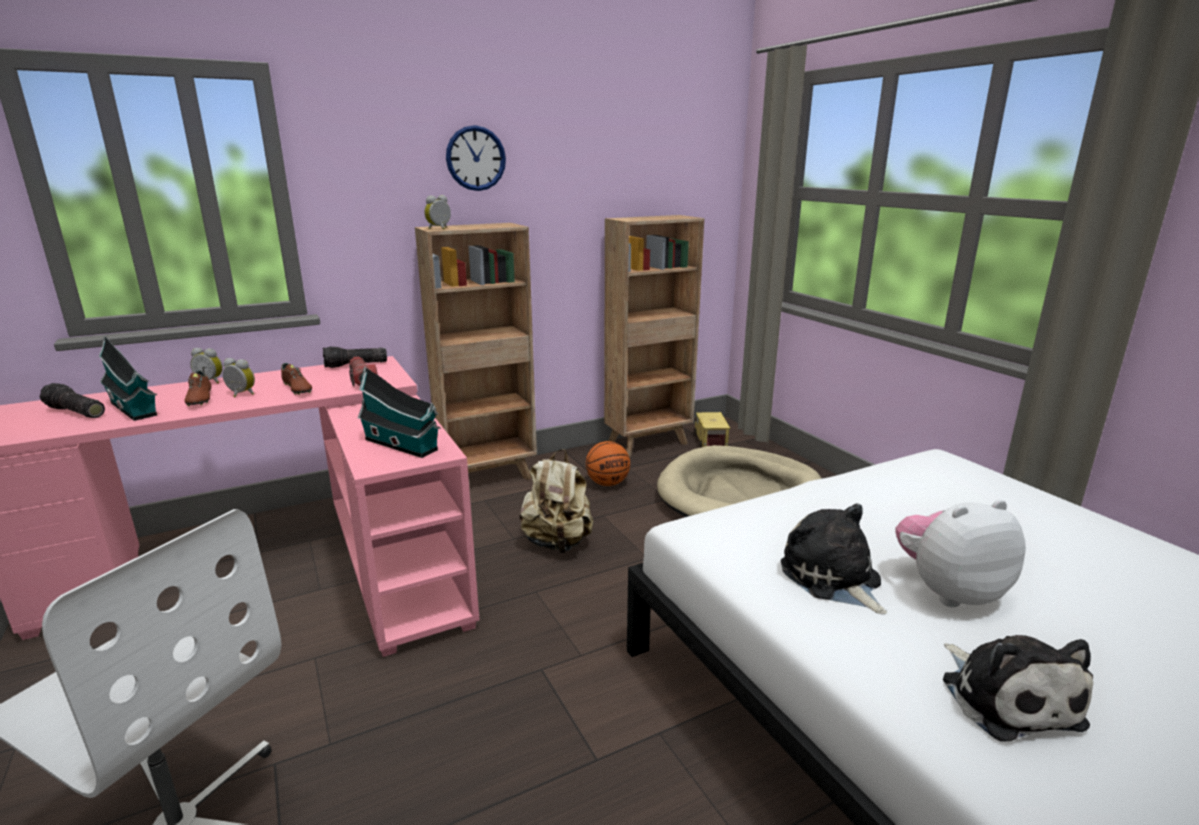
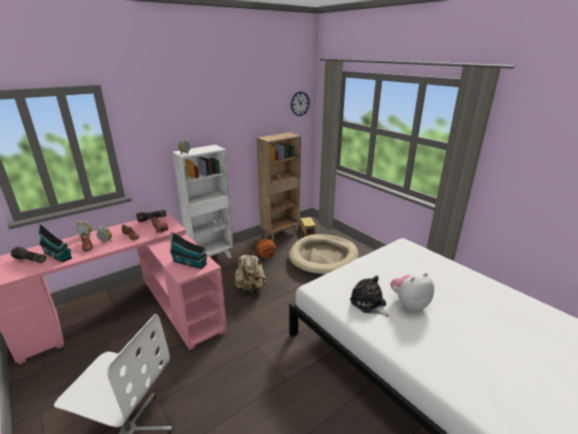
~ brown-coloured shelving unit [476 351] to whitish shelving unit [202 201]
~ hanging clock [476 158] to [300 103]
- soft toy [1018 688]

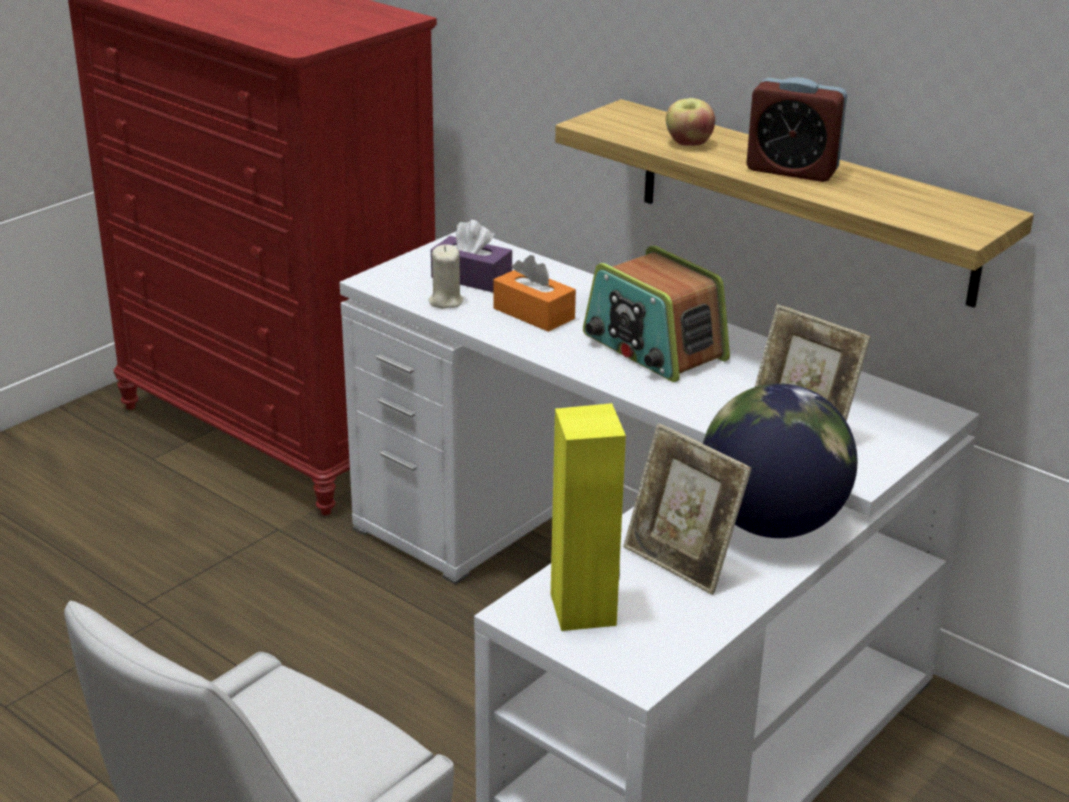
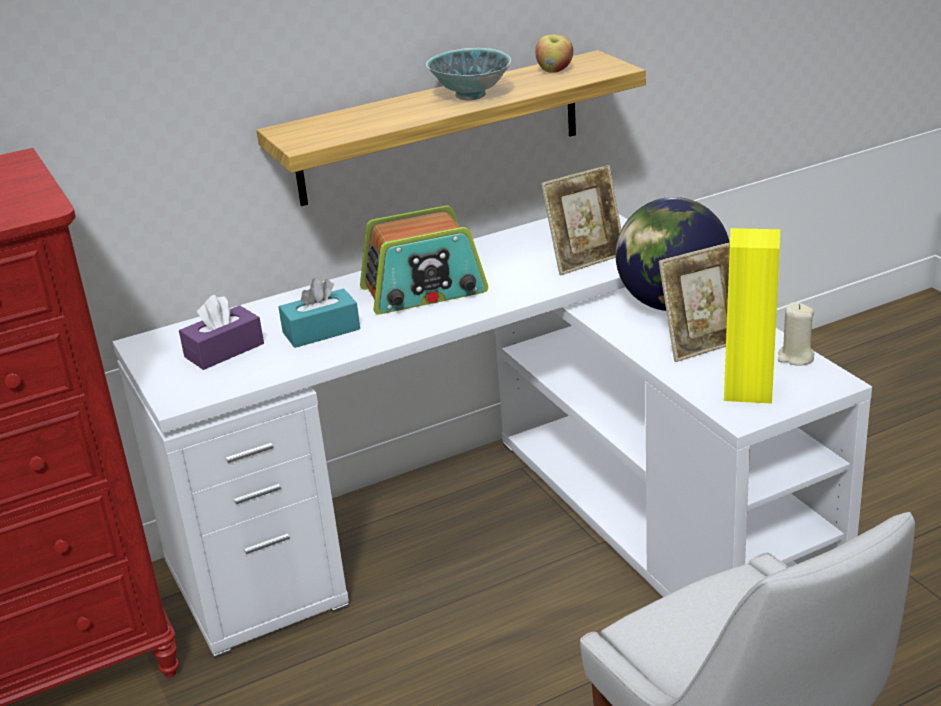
~ beige wax candle [446 276] to [796 333]
~ orange-coloured tissue holder [535 293] to turquoise tissue holder [319 313]
~ whole apple [690 122] to [554 53]
~ table clock [796 129] to serving bowl [468 74]

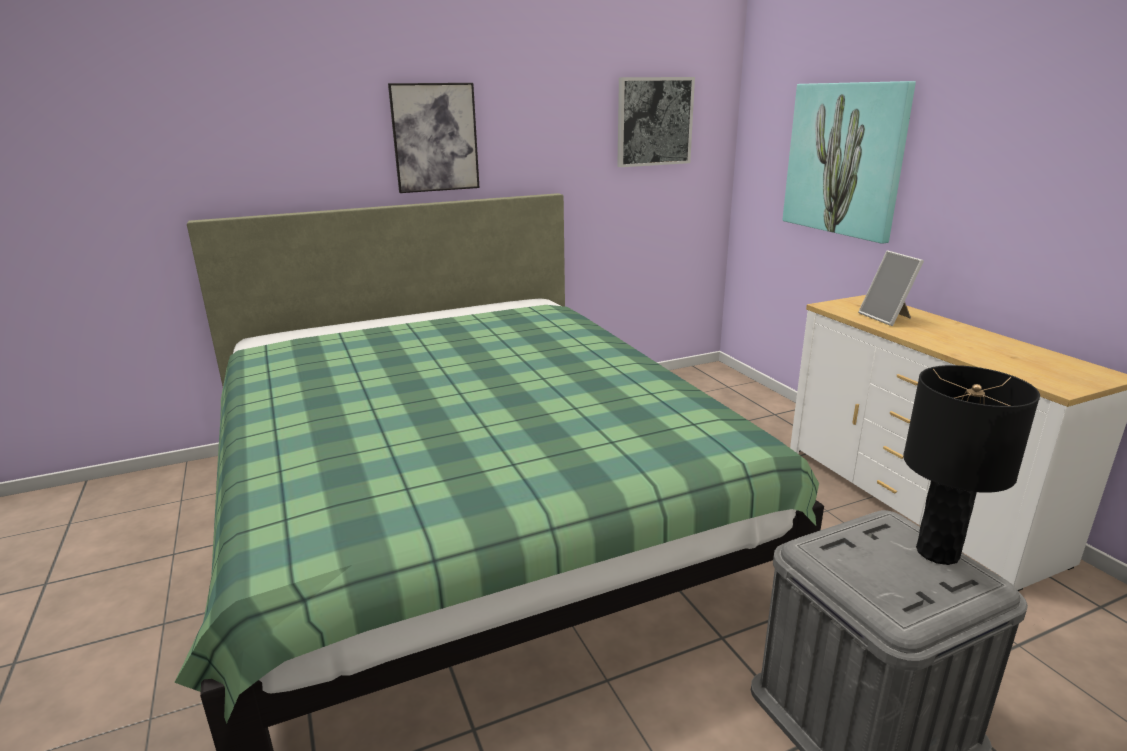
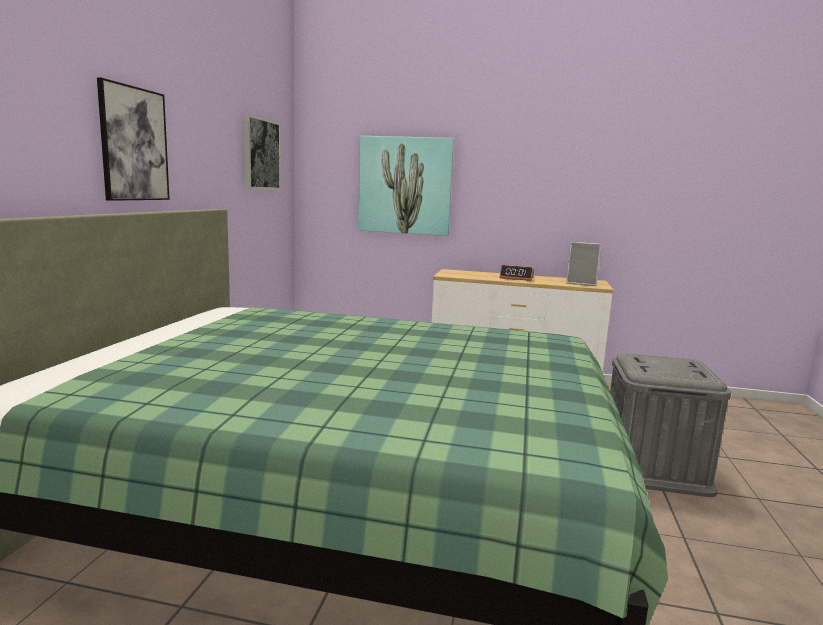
~ standing frame [891 288] to [583 264]
- blackish tabletop lamp [971 465]
+ table clock [517 273]

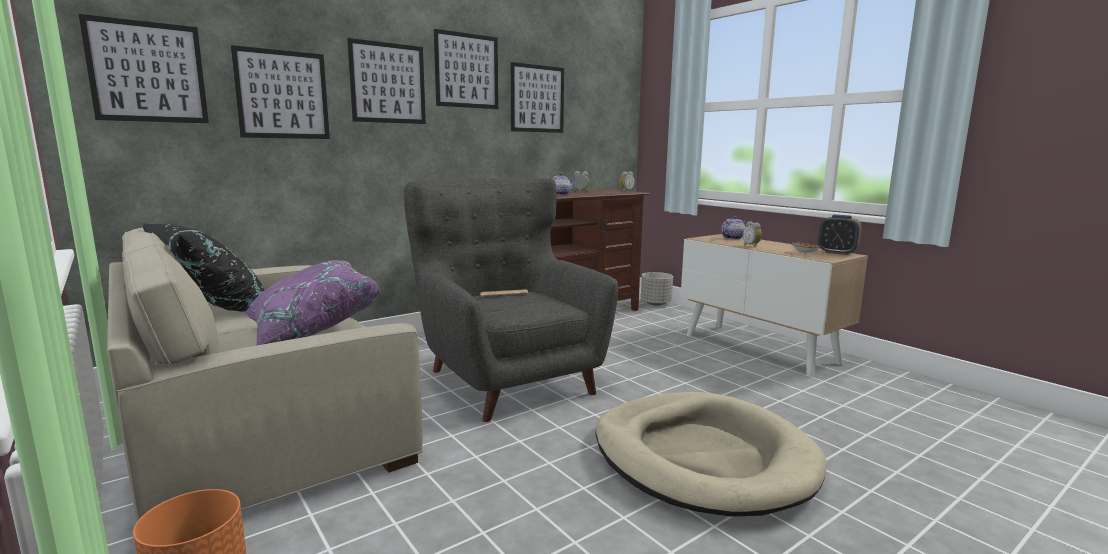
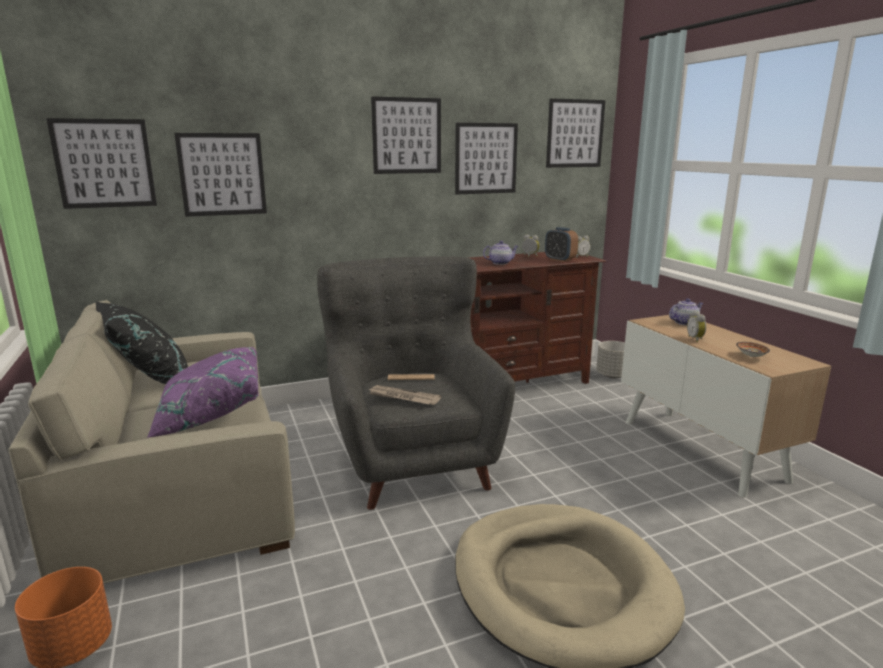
~ wall art [386 81] to [576 133]
~ table clock [840 235] to [561 244]
+ newspaper [404 395]

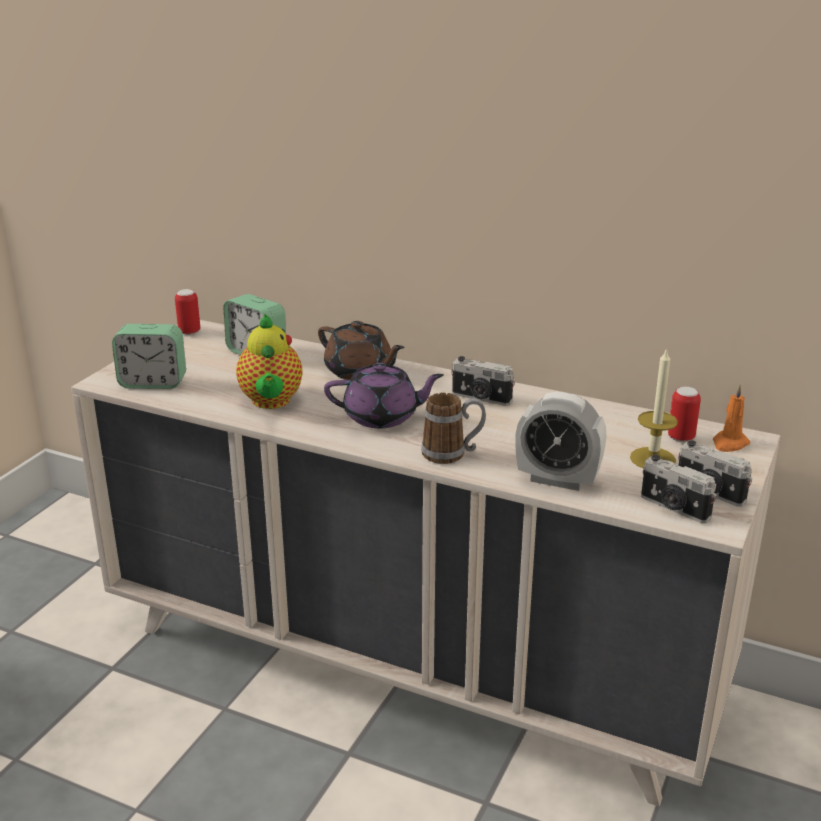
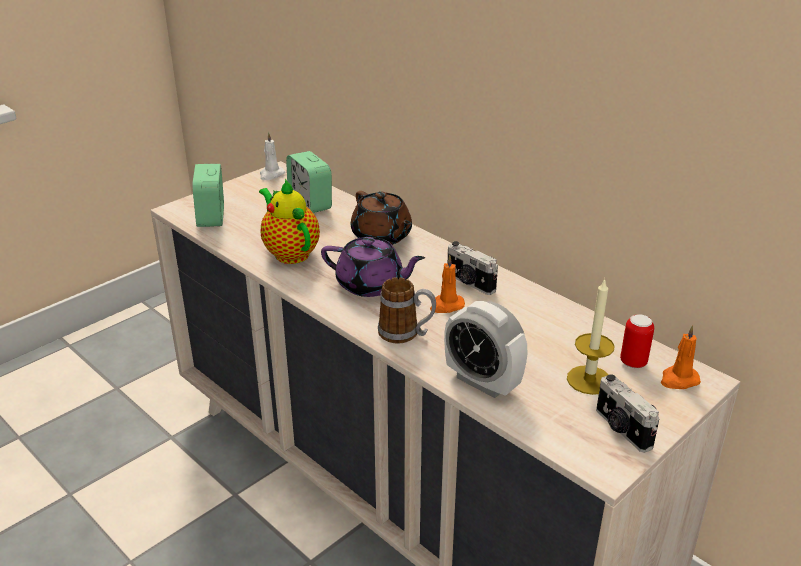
~ table clock [149 356] = [208 195] 60 degrees clockwise
~ metal can [187 312] to whitish wax candle [272 156]
~ teapot [269 361] = [289 221] 135 degrees clockwise
- photo camera [678 489]
+ orange-coloured wax candle [447 284]

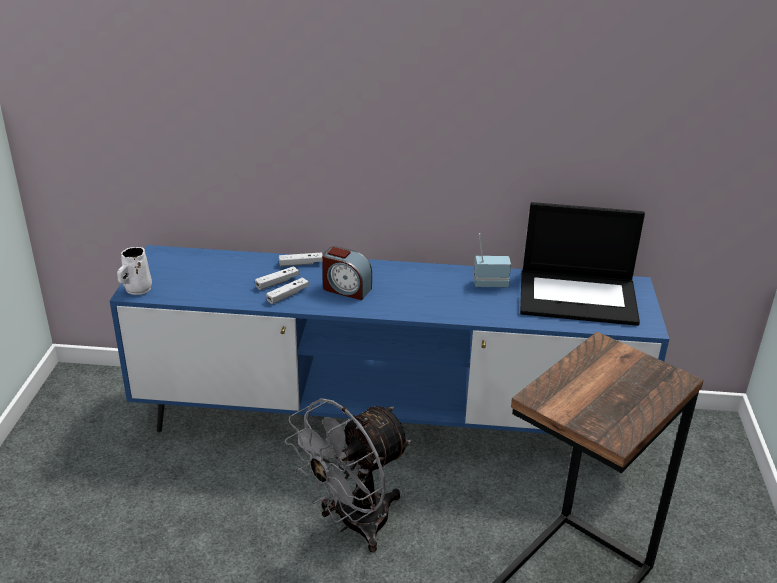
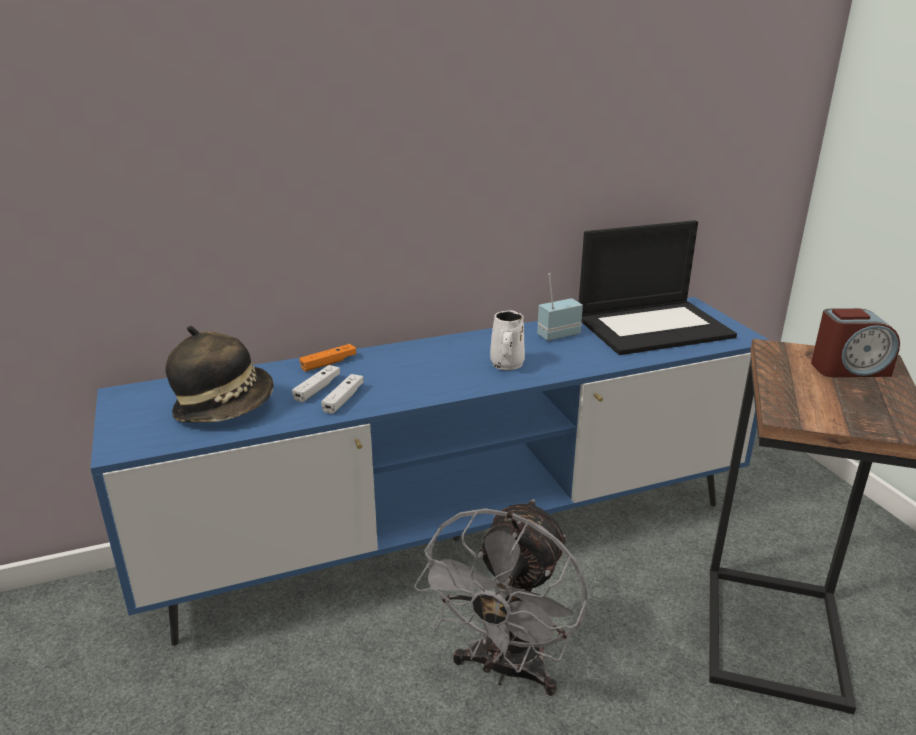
~ whitish mug [134 271] to [507 340]
~ whitish gamepad [301 259] to orange-coloured gamepad [327 357]
~ table clock [347 273] to [855 342]
+ clothing hat [219 374]

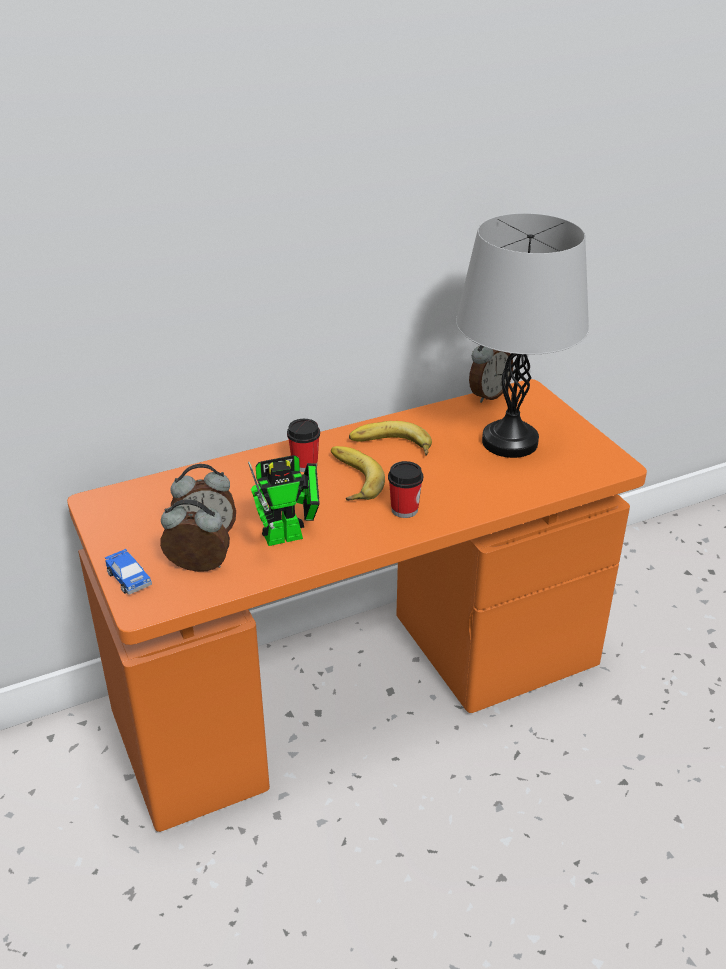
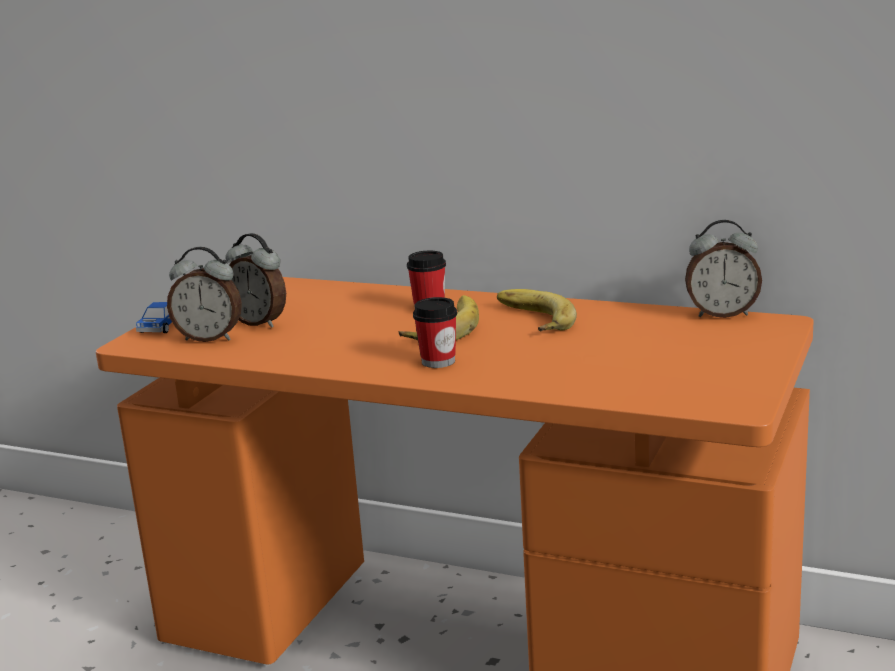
~ table clock [195 535] = [204 294] 135 degrees clockwise
- model robot [284 500]
- greyish tabletop lamp [522 335]

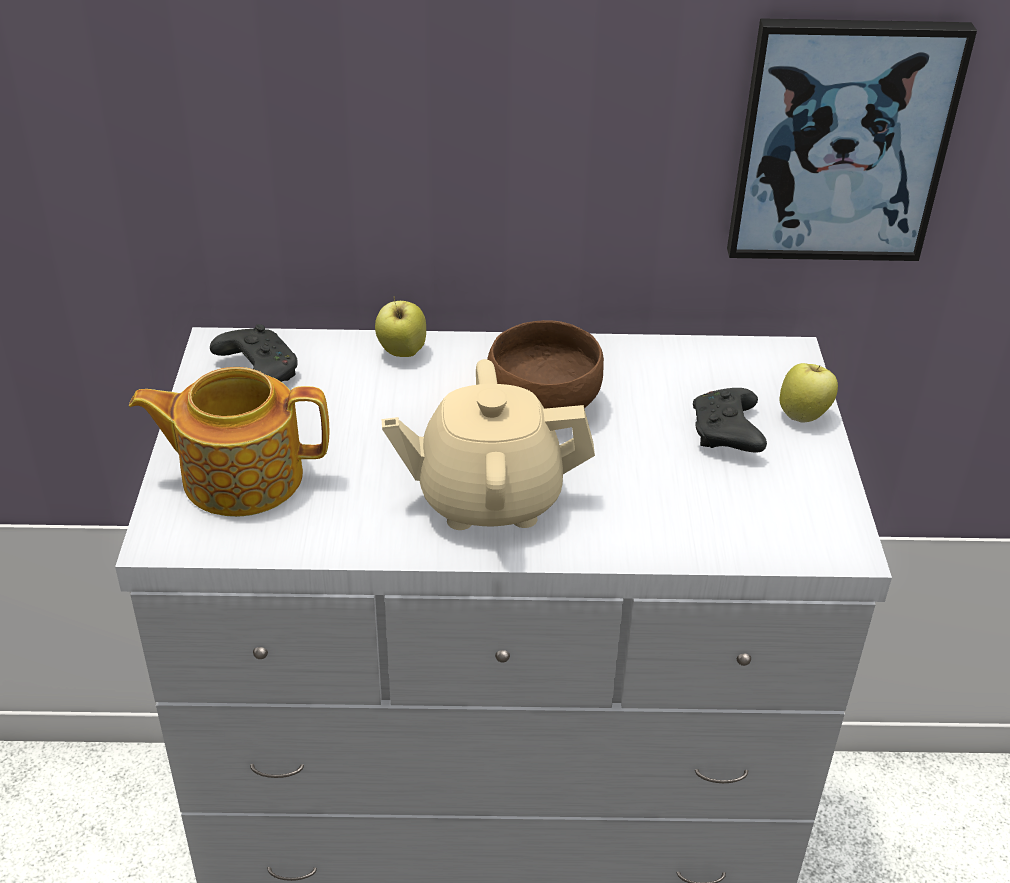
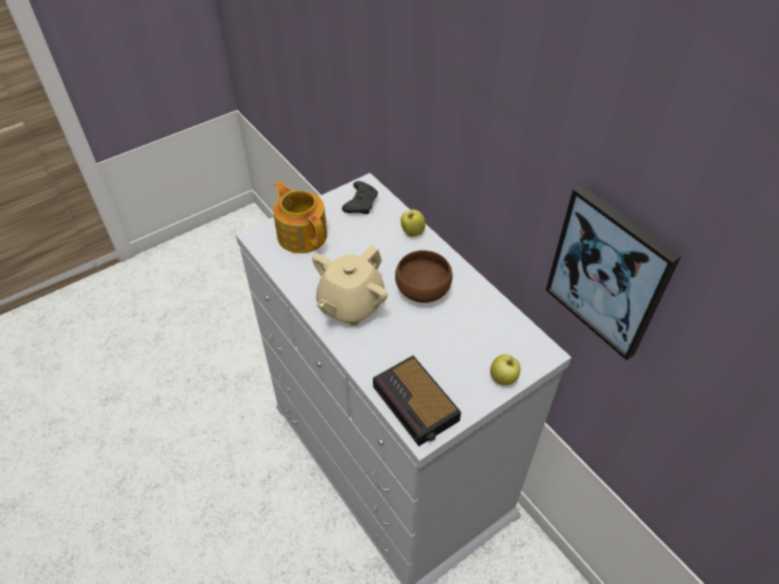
~ beige teapot [488 444] = [350 286] 105 degrees counterclockwise
- blackish gamepad [730 420]
+ table clock [417 400]

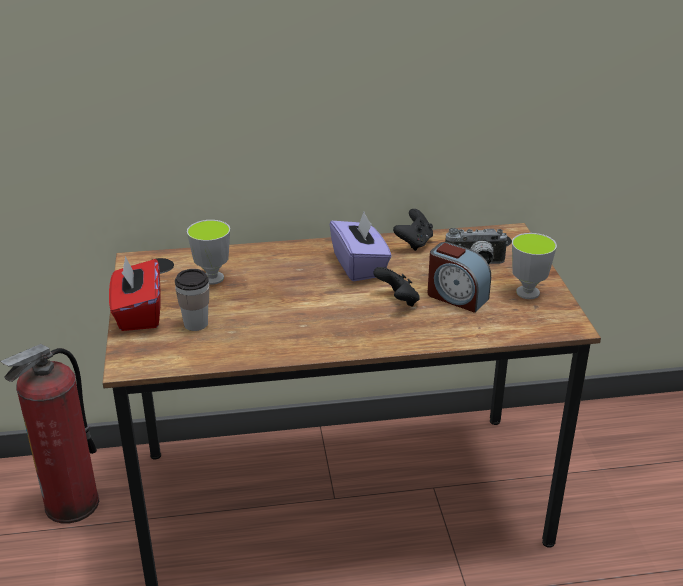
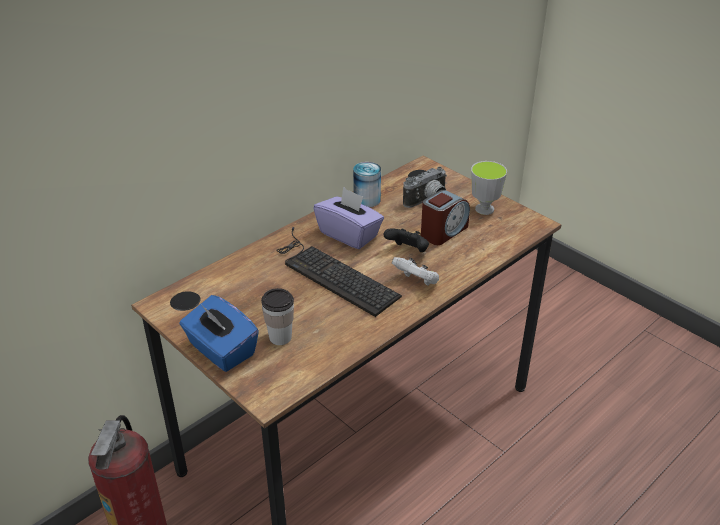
~ reddish tissue holder [135 293] to bluish tissue holder [219 333]
- drinking cup [208 252]
~ blackish gamepad [413 230] to metal can [367 185]
~ table clock [459 277] = [445 217] 45 degrees counterclockwise
+ keyboard [339 272]
+ whitish gamepad [415 271]

